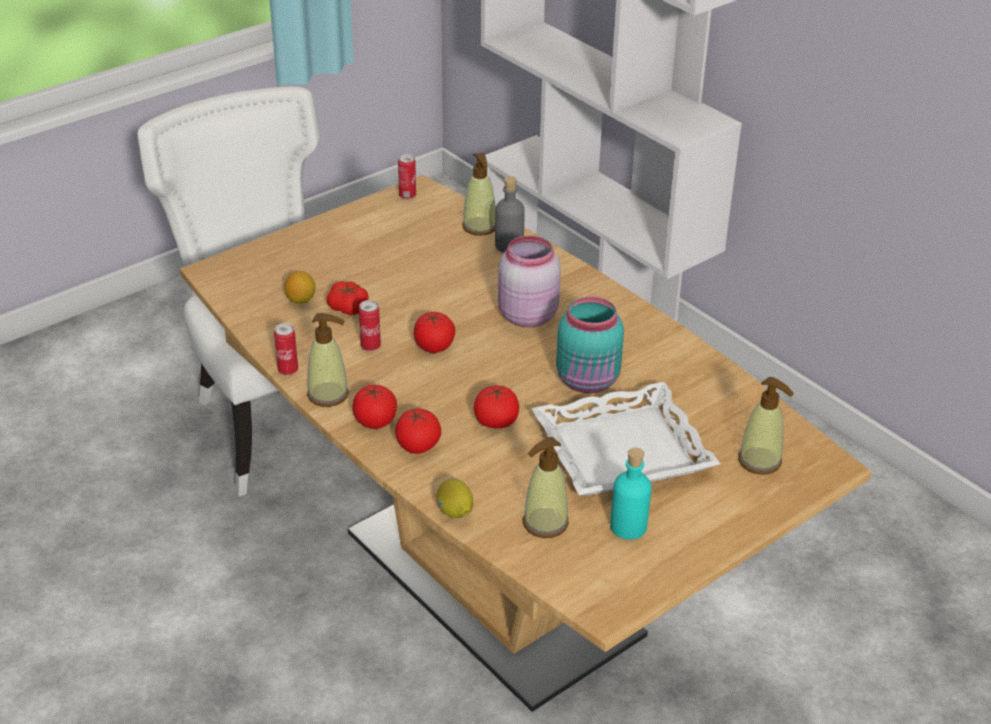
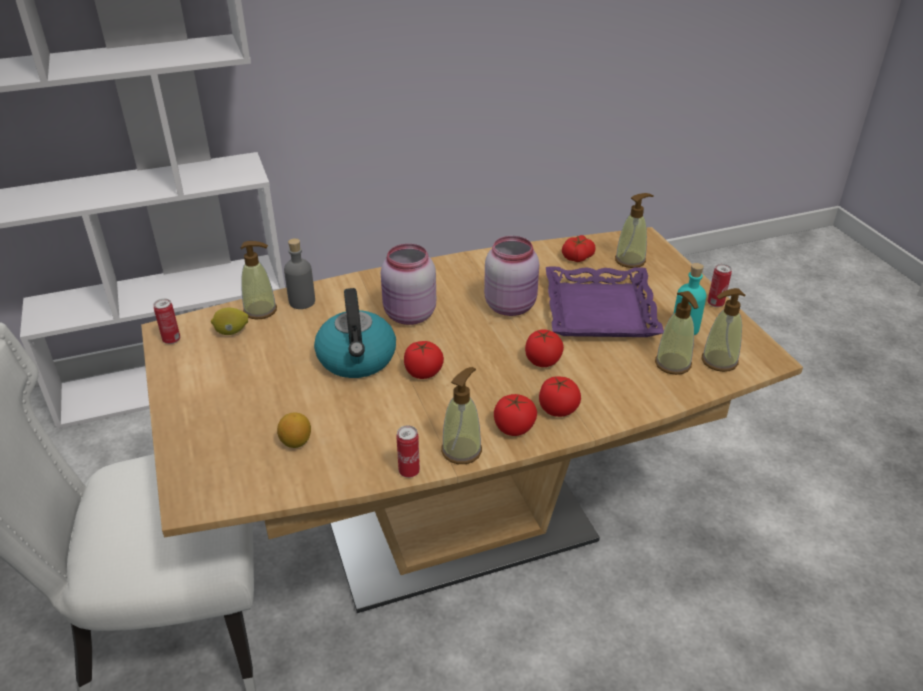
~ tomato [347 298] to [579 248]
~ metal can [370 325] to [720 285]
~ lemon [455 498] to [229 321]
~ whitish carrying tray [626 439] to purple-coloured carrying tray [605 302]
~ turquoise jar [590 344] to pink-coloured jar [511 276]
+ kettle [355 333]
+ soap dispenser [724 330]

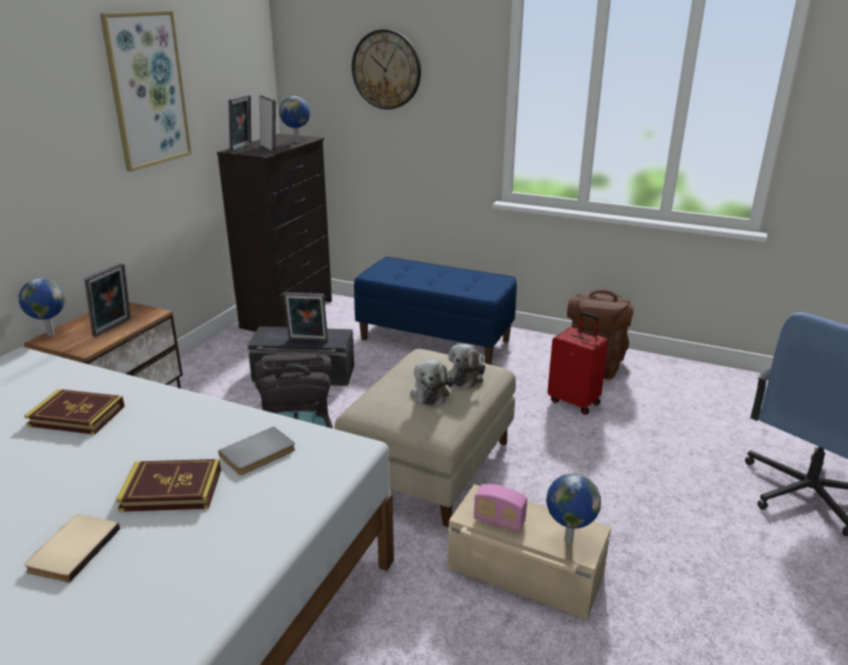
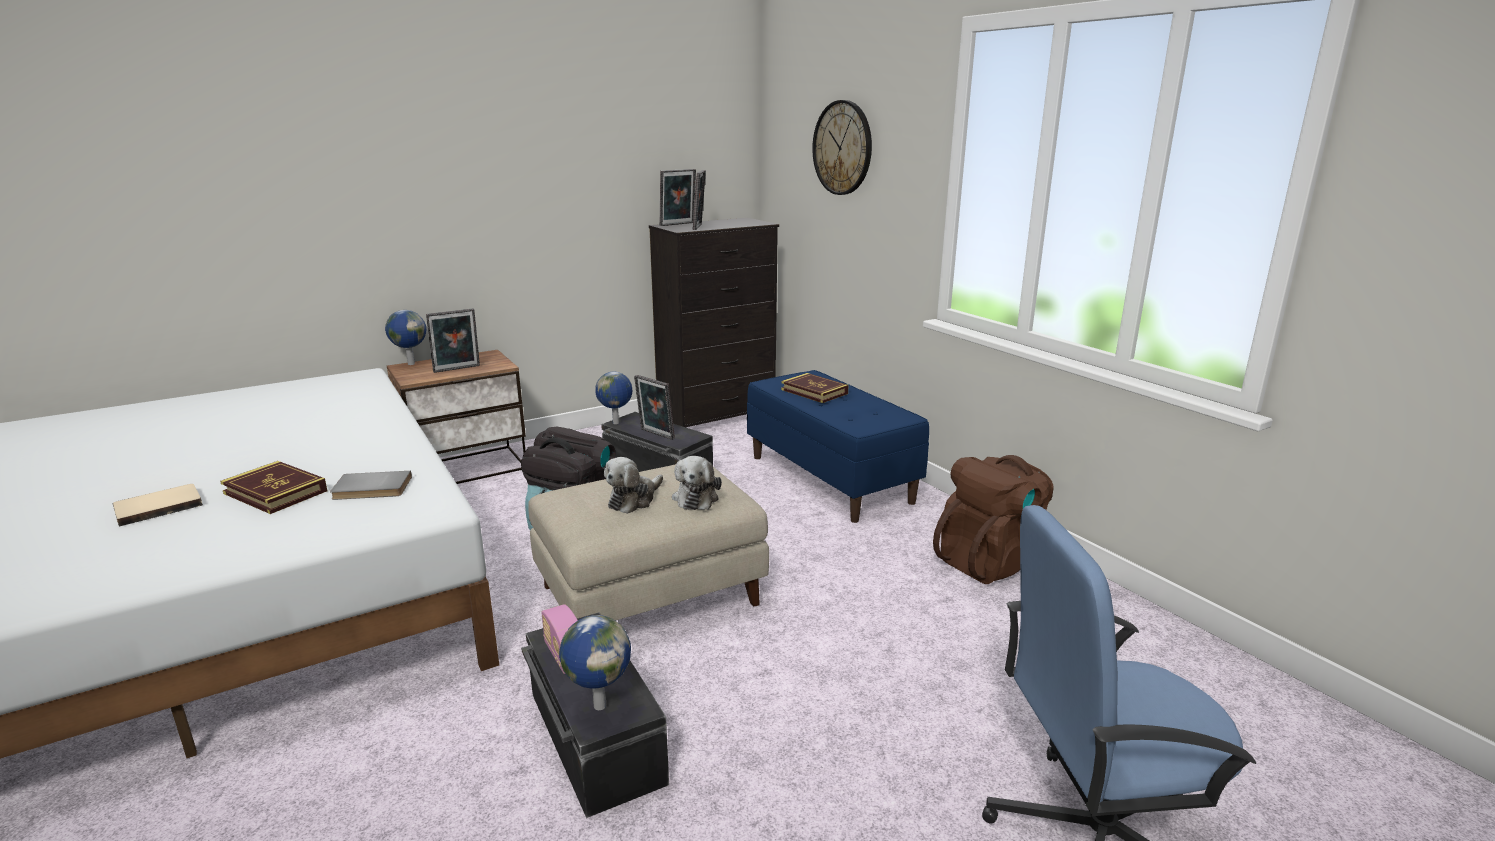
~ bound book [74 412] to [815 388]
- wall art [146 91]
~ globe [294 119] to [613 398]
~ soft toy [466 366] = [697 483] 60 degrees counterclockwise
~ beige storage container [529 551] to blackish storage container [595 715]
- reddish travel case [577 363]

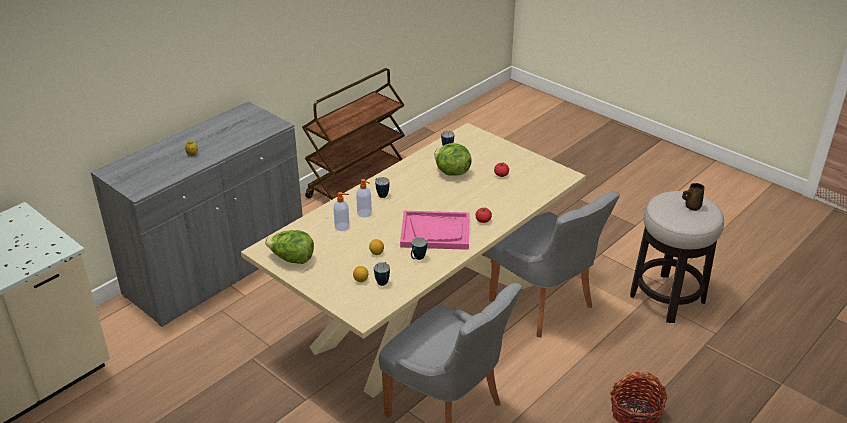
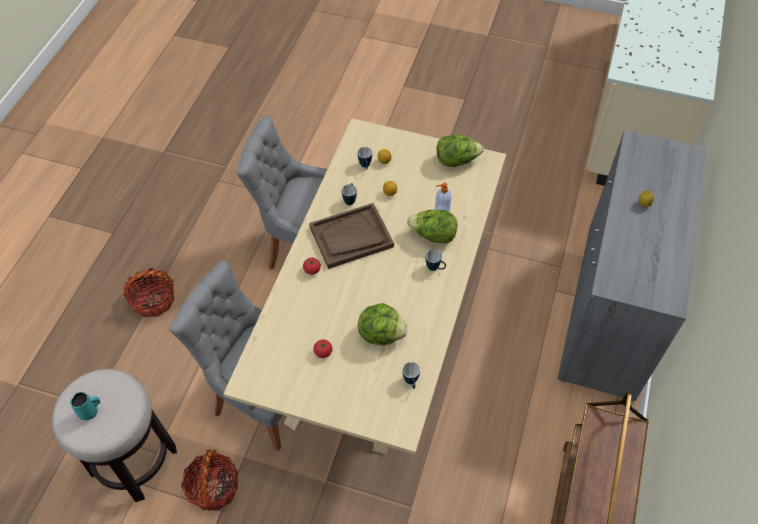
~ soap dispenser [364 198] to lettuce head [432 227]
~ pink-coloured carrying tray [435 230] to brown-coloured carrying tray [351 236]
~ brown-coloured mug [693 197] to turquoise mug [85 406]
+ storage basket [209 480]

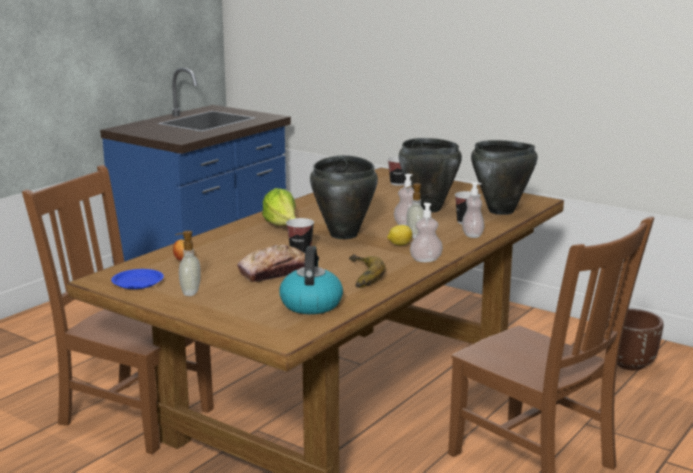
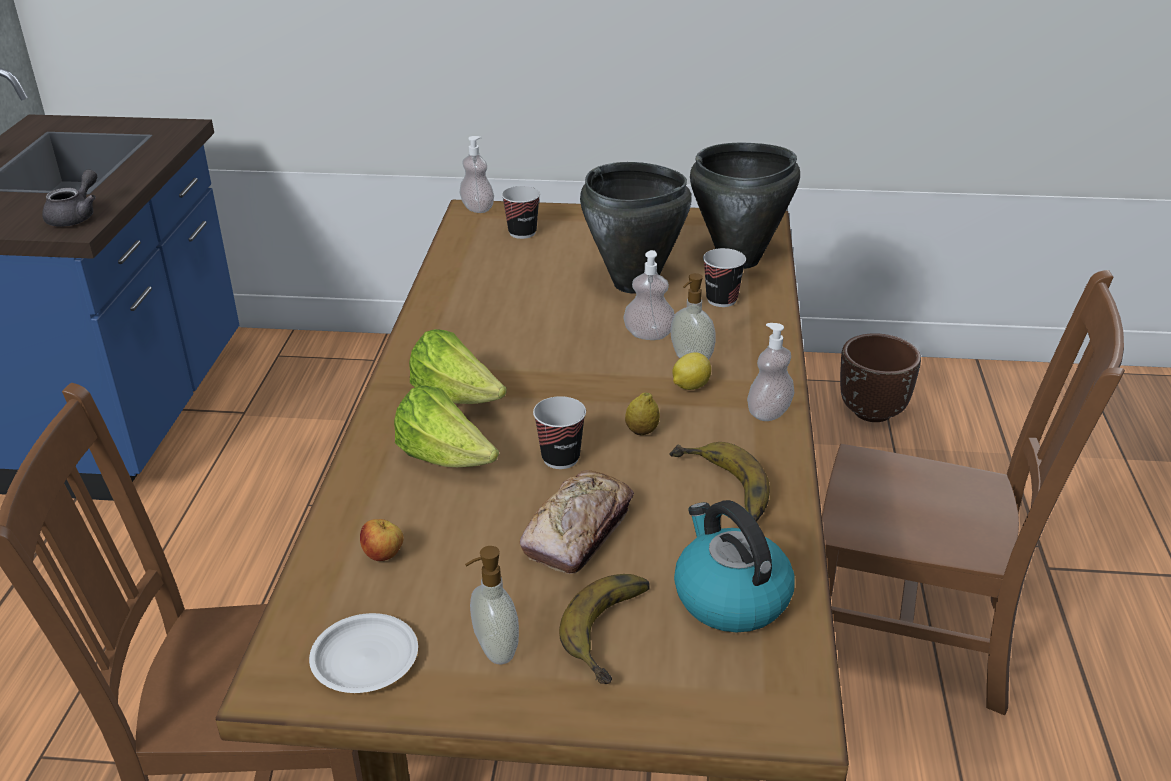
~ bluish plate [137 279] to whitish plate [363 653]
- blackish cooking pot [344 197]
~ soap dispenser [473 210] to [476 174]
+ greyish teapot [69 198]
+ lettuce head [446 426]
+ banana [604 629]
+ lemon [642 413]

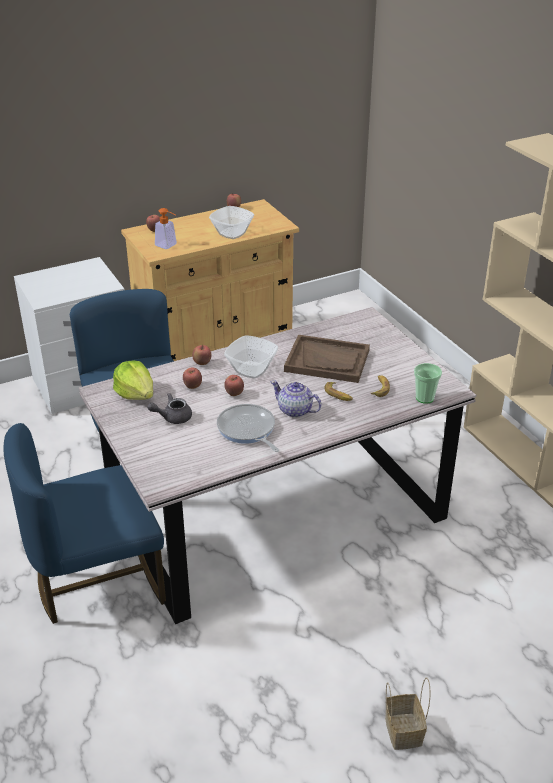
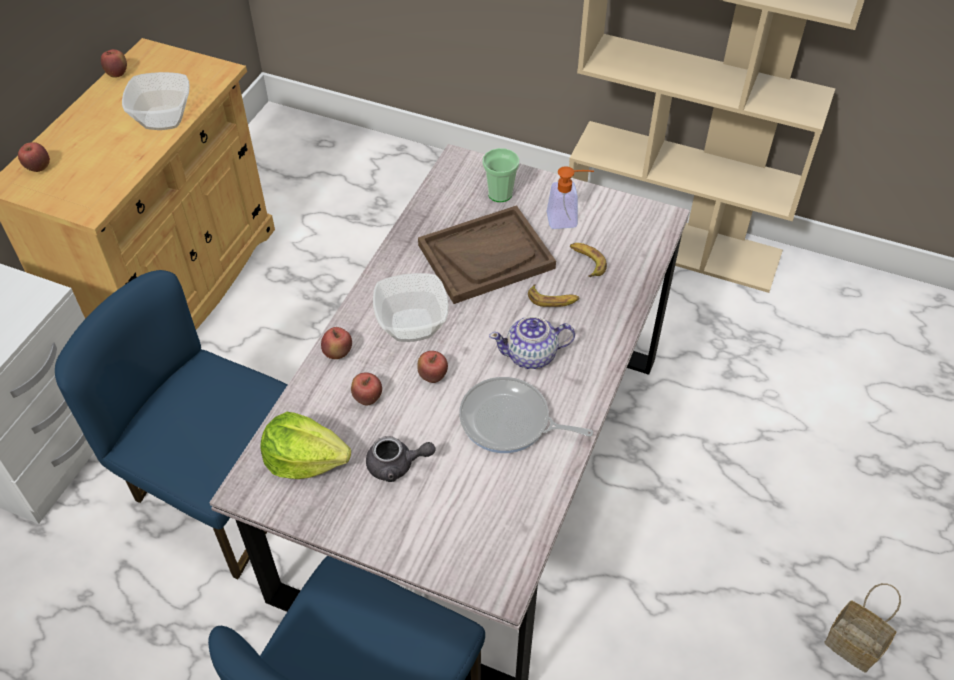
~ greyish teapot [169 408] = [401 459] 120 degrees counterclockwise
~ soap dispenser [166 228] to [570 197]
~ drinking cup [428 383] to [500 175]

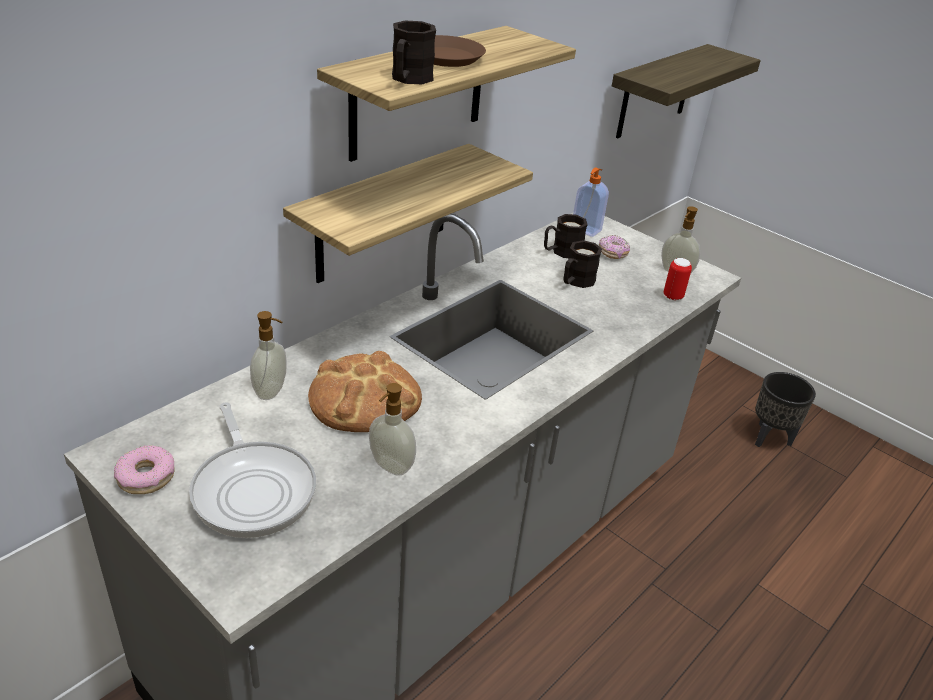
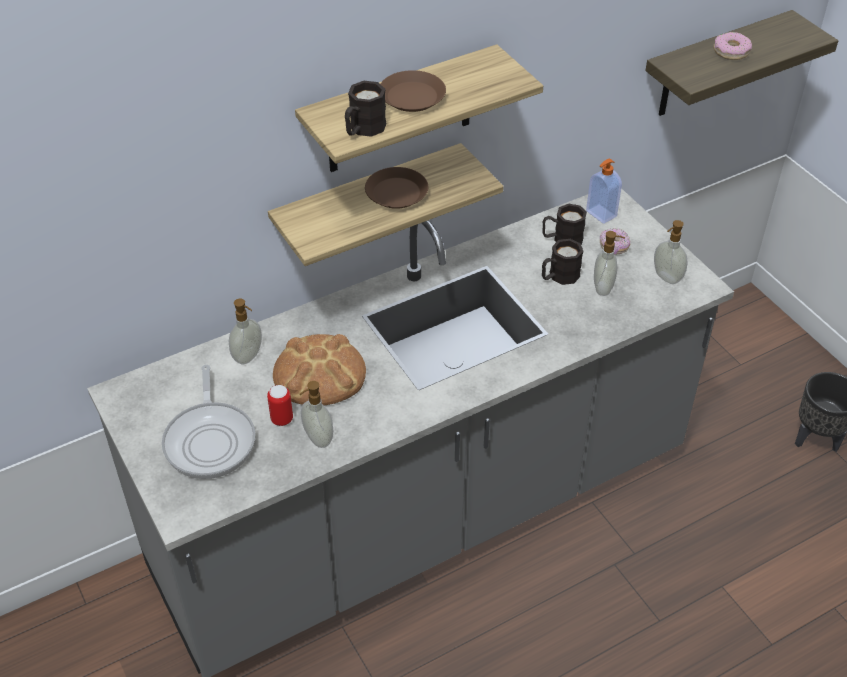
~ donut [144 469] to [732 46]
~ metal can [678 279] to [280 405]
+ brown-coloured plate [396 188]
+ soap dispenser [609 263]

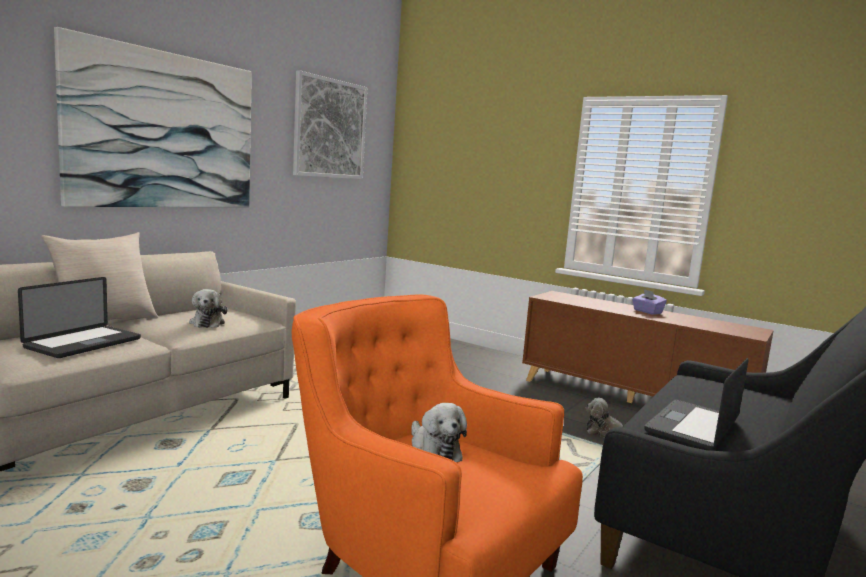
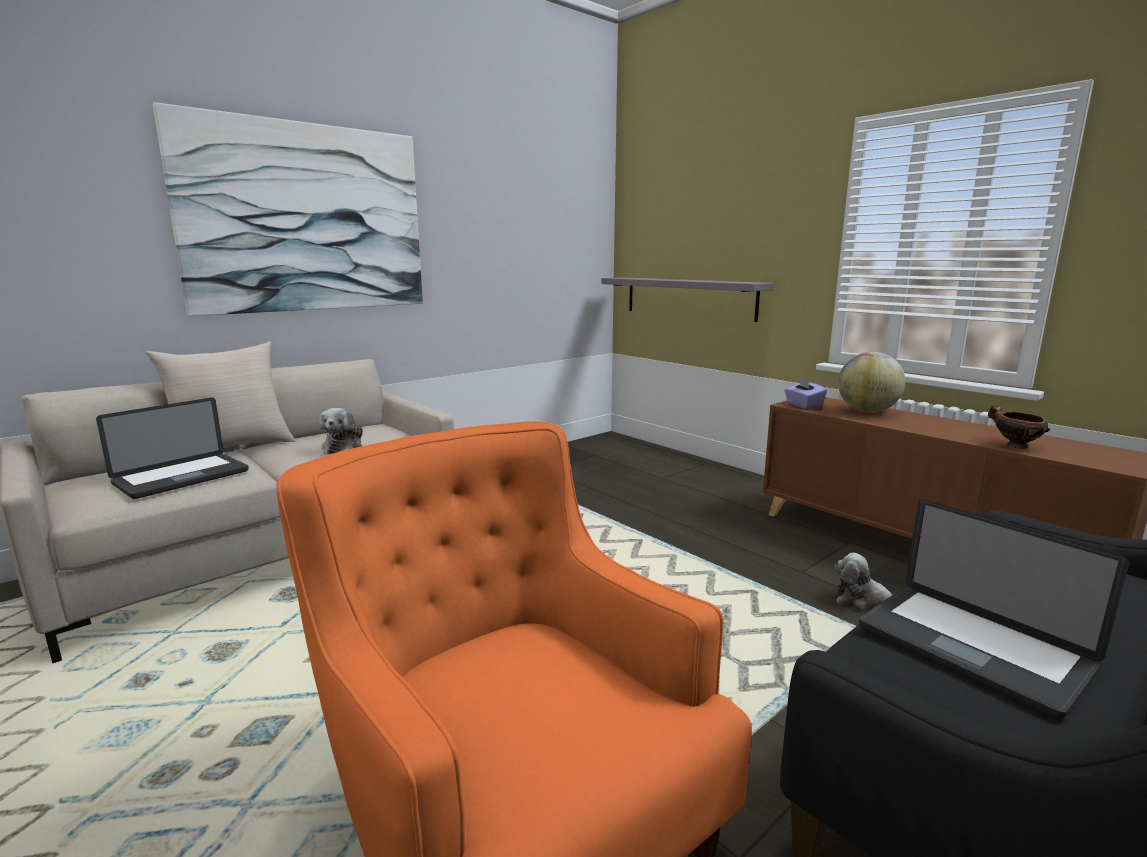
- wall art [330 124]
- soft toy [439 432]
~ purple-coloured tissue holder [649 302] to [805 392]
~ notebook computer [696 404] = [994 609] 90 degrees counterclockwise
+ greyish bracket shelf [687 299]
+ globe [871 382]
+ serving bowl [1019 427]

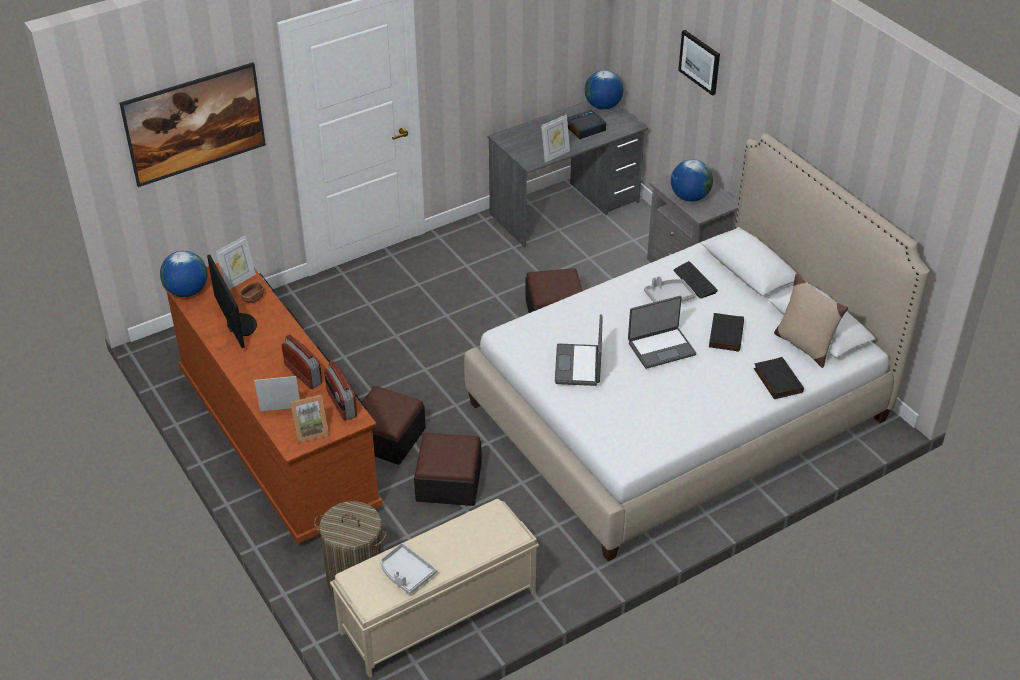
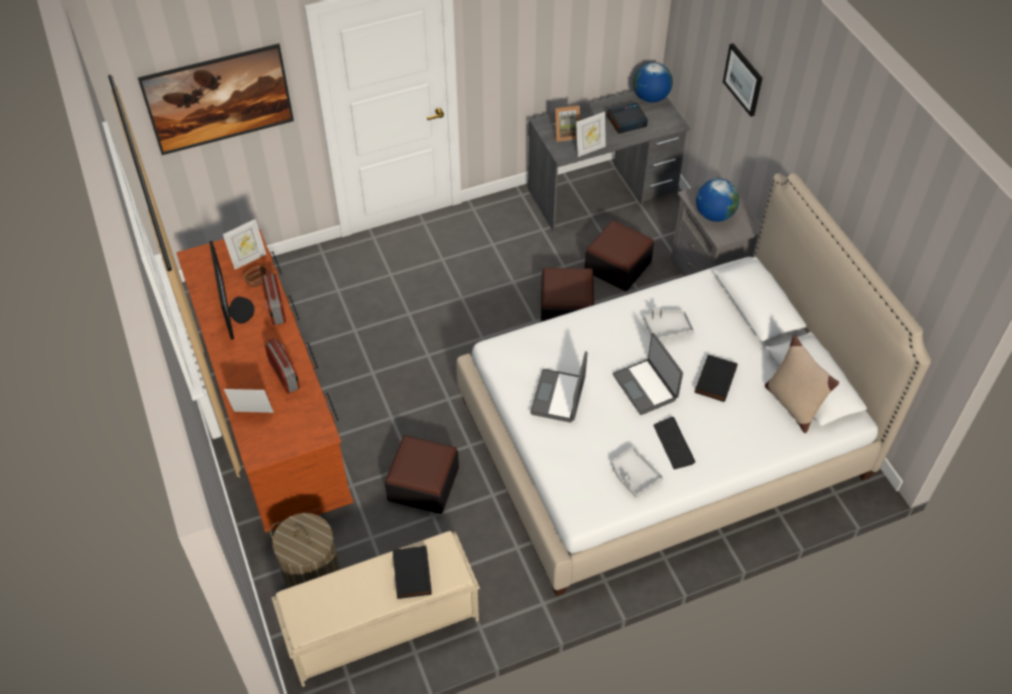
- globe [184 274]
~ standing frame [309 419] to [566 123]
~ radio set [340 390] to [274 297]
~ pouffe [393 425] to [619 256]
~ greyish carrying tray [408 568] to [637 472]
~ notebook computer [662 332] = [648 374] 75 degrees clockwise
~ keyboard [695 280] to [674 443]
~ blackish bound book [778 378] to [412 572]

